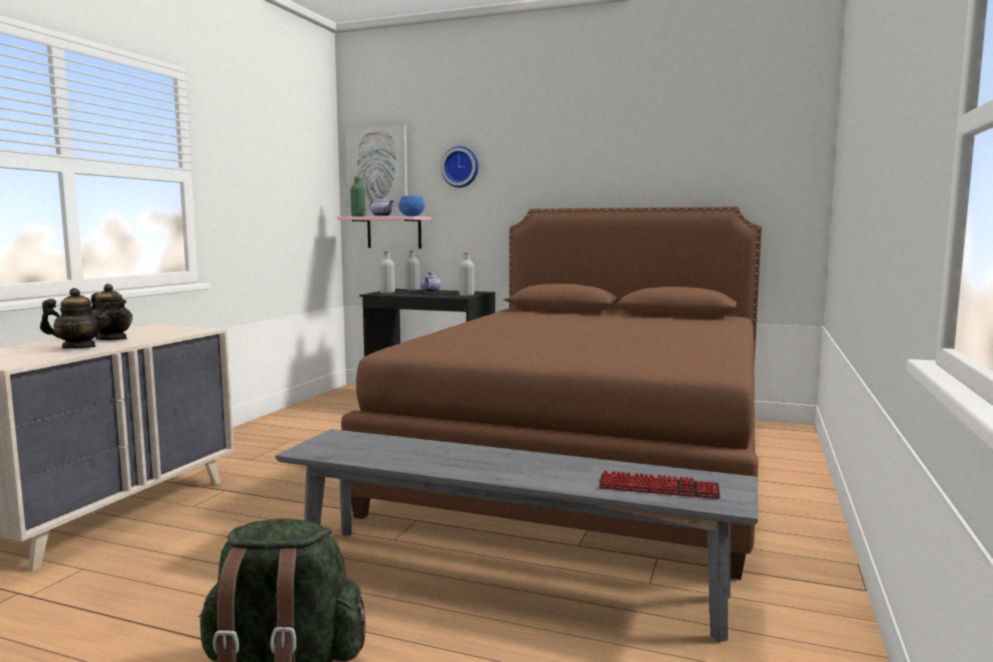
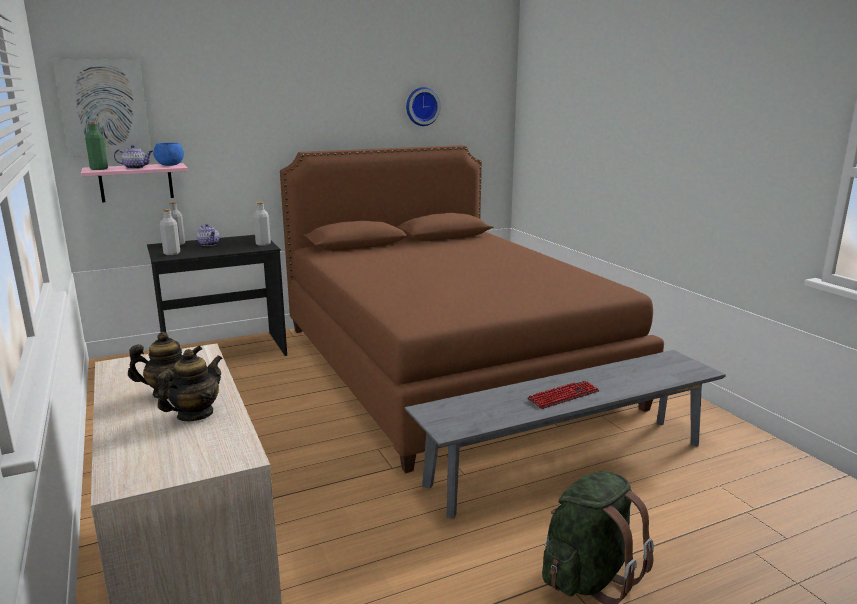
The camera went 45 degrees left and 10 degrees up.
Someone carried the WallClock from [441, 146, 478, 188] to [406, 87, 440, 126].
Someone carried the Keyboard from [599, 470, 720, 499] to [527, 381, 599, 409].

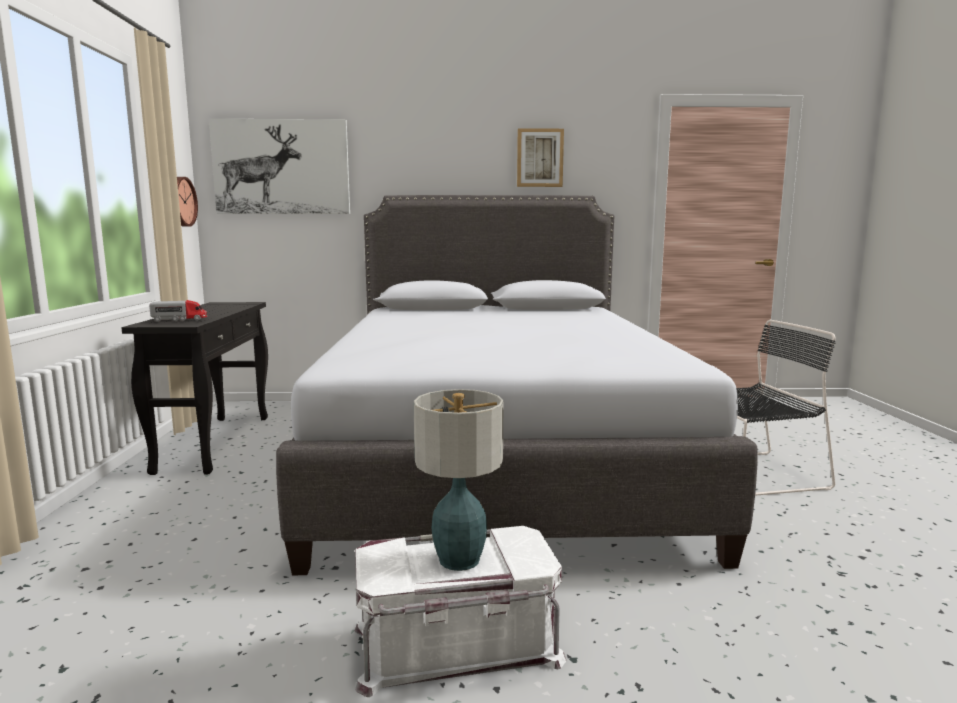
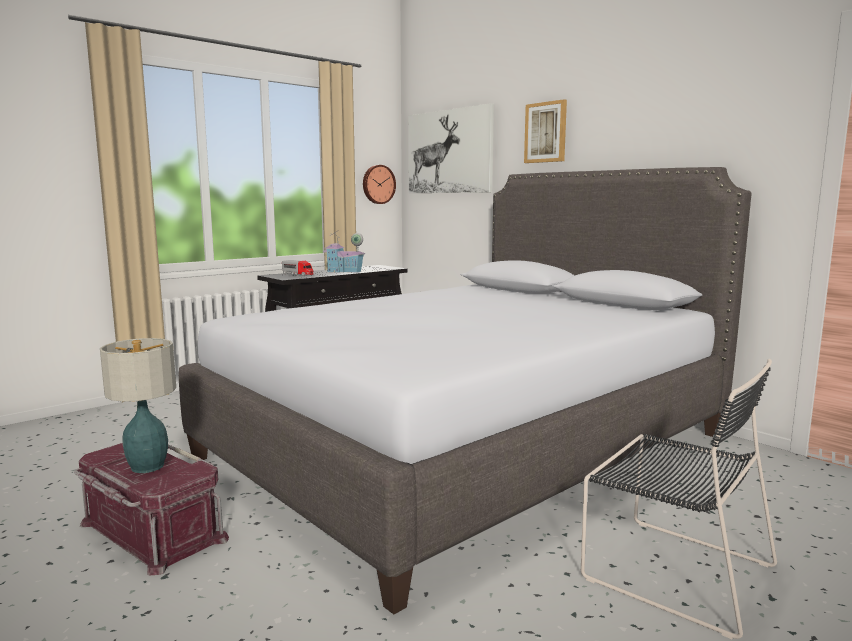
The camera went 50 degrees right and 0 degrees up.
Someone repainted the WhiteStorageBox at [354, 526, 566, 697], which became the RedStorageBox at [74, 443, 229, 575].
Someone carried the Picture from [517, 128, 564, 187] to [524, 99, 567, 163].
Someone put down the ToyHouse at [322, 230, 365, 273].

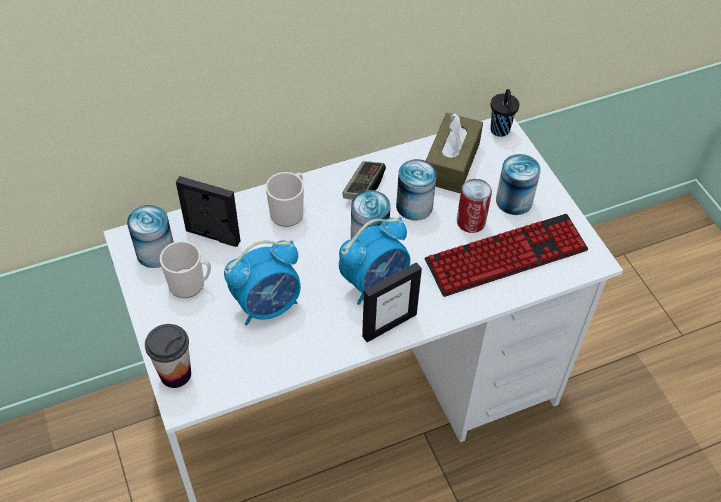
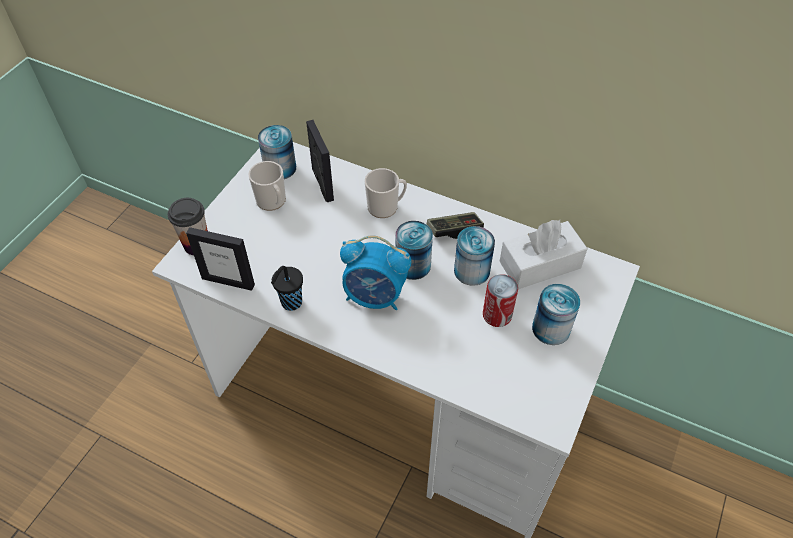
The camera went 50 degrees right and 0 degrees up.
Someone took away the AlarmClock at [224, 240, 301, 326].
Someone carried the PictureFrame from [362, 262, 422, 342] to [186, 227, 255, 291].
Someone took away the Keyboard at [424, 214, 588, 297].
Someone repainted the BrownTissueBox at [426, 113, 483, 193], which became the WhiteTissueBox at [499, 220, 588, 289].
Someone carried the BlackCup from [491, 89, 520, 137] to [271, 266, 303, 311].

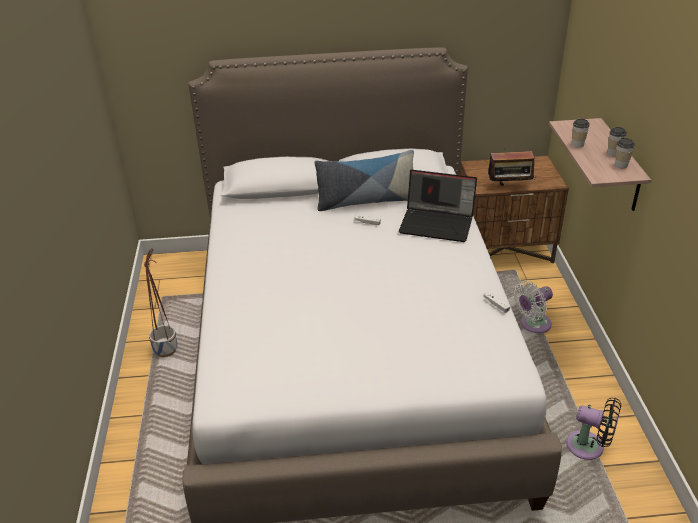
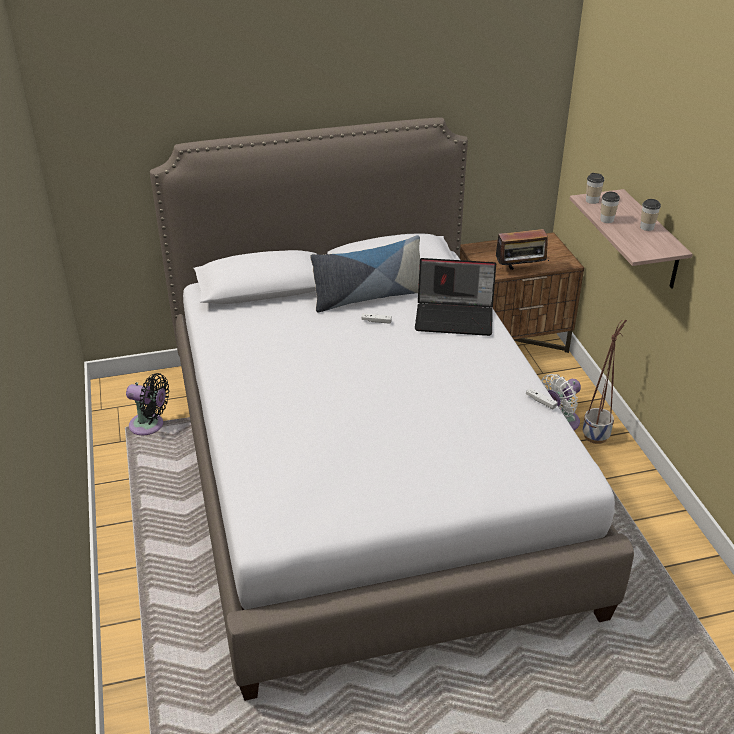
The camera went 10 degrees left and 0 degrees up.
Someone carried the Planter from [144, 248, 178, 357] to [583, 320, 627, 444].
Someone carried the BlackFan from [566, 398, 621, 460] to [126, 373, 169, 435].
Someone carried the Cup from [615, 138, 635, 168] to [586, 173, 604, 204].

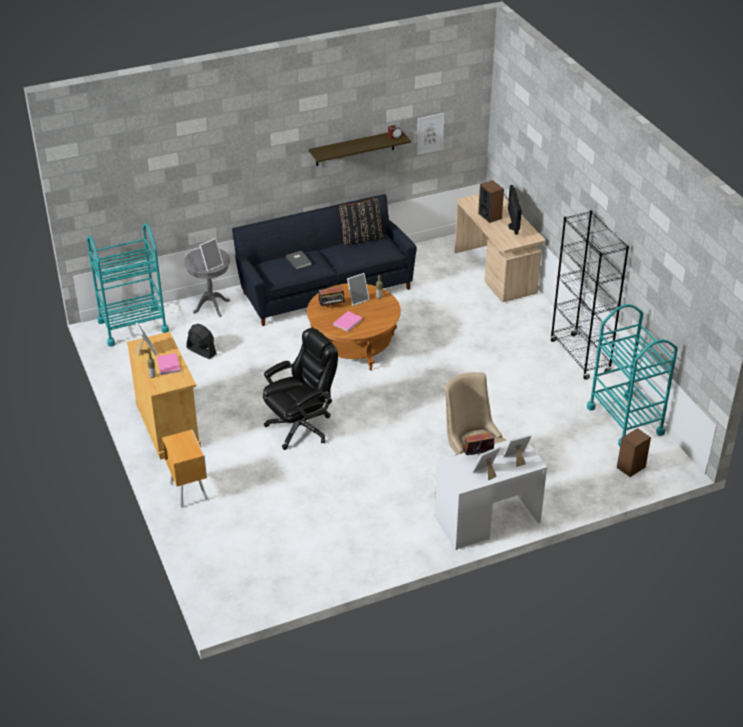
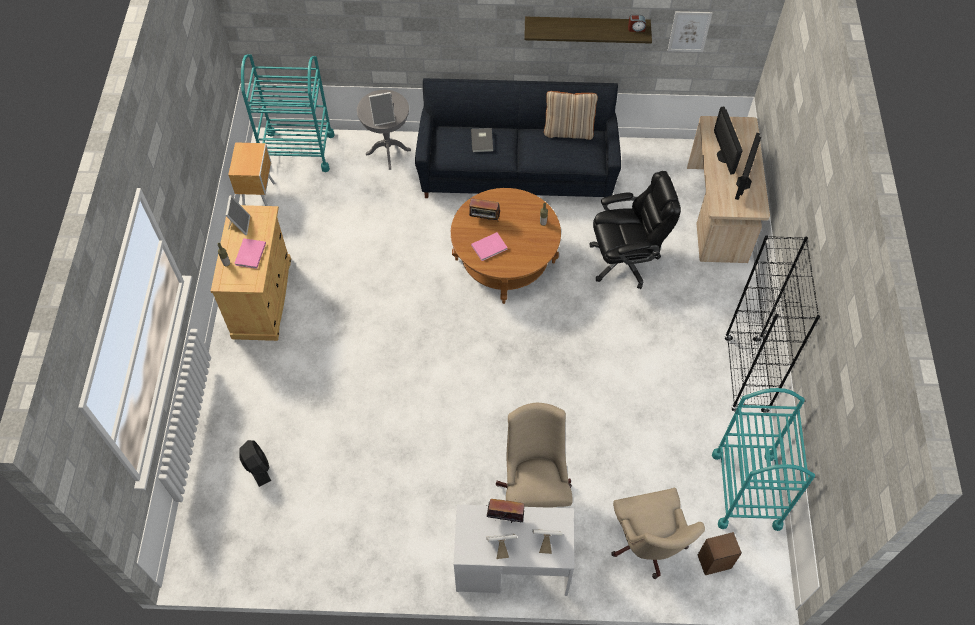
The camera went 25 degrees right and 20 degrees up.
Someone carried the BrownNightstand from [162, 430, 208, 508] to [228, 142, 275, 206].
Someone carried the BlackFan from [186, 324, 217, 359] to [239, 440, 271, 487].
Someone carried the BlackOfficeChair from [263, 328, 338, 450] to [589, 171, 681, 289].
Someone repainted the BlackPillow at [339, 198, 383, 246], which became the BeigePillow at [544, 91, 598, 140].
Someone took away the PictureFrame at [347, 273, 370, 306].
Someone swapped the Speaker at [478, 180, 504, 223] for the Monitor at [714, 107, 743, 175].
Someone put down the BeigeOfficeChair at [611, 488, 705, 579].

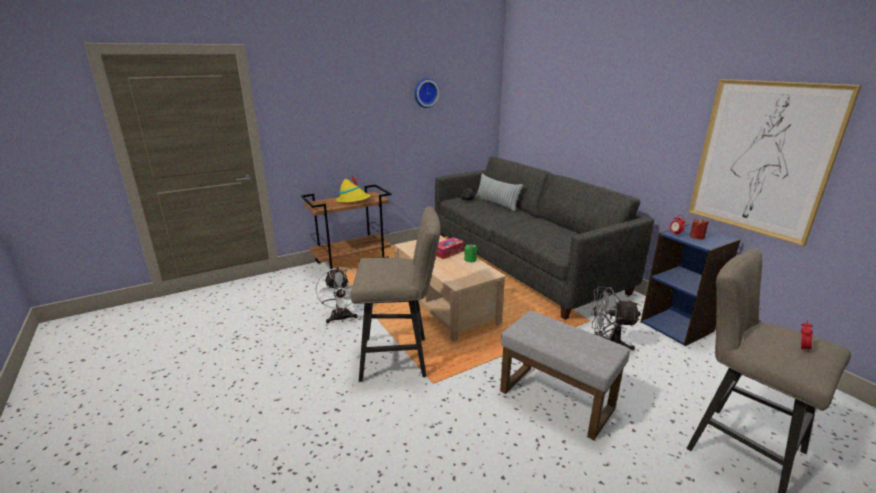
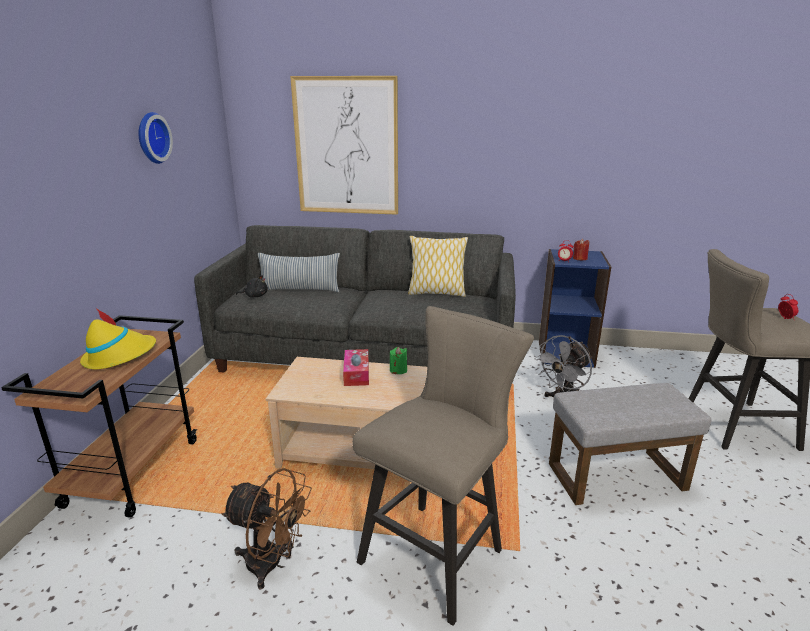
The camera went 50 degrees left and 0 degrees up.
Someone repainted the WhiteFan at [316, 267, 358, 324], which became the BrownFan at [221, 468, 312, 589].
Someone carried the Picture from [688, 79, 862, 246] to [290, 76, 398, 215].
Someone put down the Pillow at [408, 236, 468, 297].

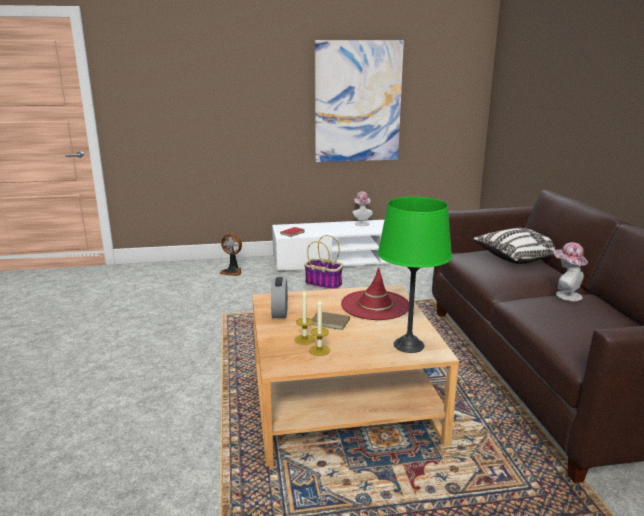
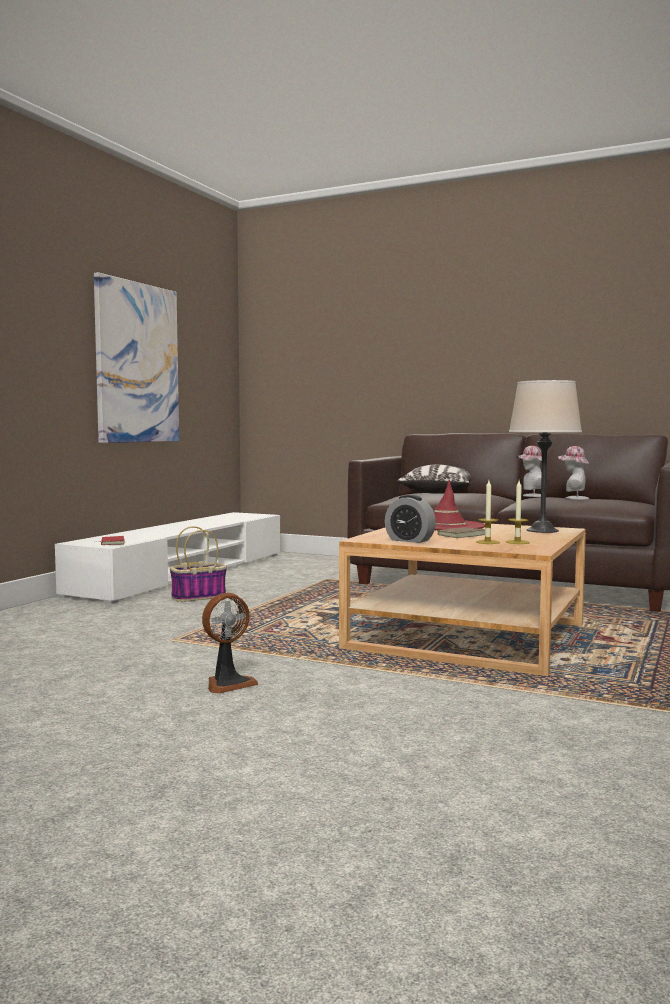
The camera went 55 degrees left and 15 degrees down.
Someone carried the Fan from [220, 233, 242, 276] to [202, 593, 258, 694].
Someone carried the Hat from [352, 192, 373, 226] to [558, 446, 589, 500].
Someone repainted the GreenTableLamp at [378, 197, 452, 353], which became the BeigeTableLamp at [509, 380, 582, 533].

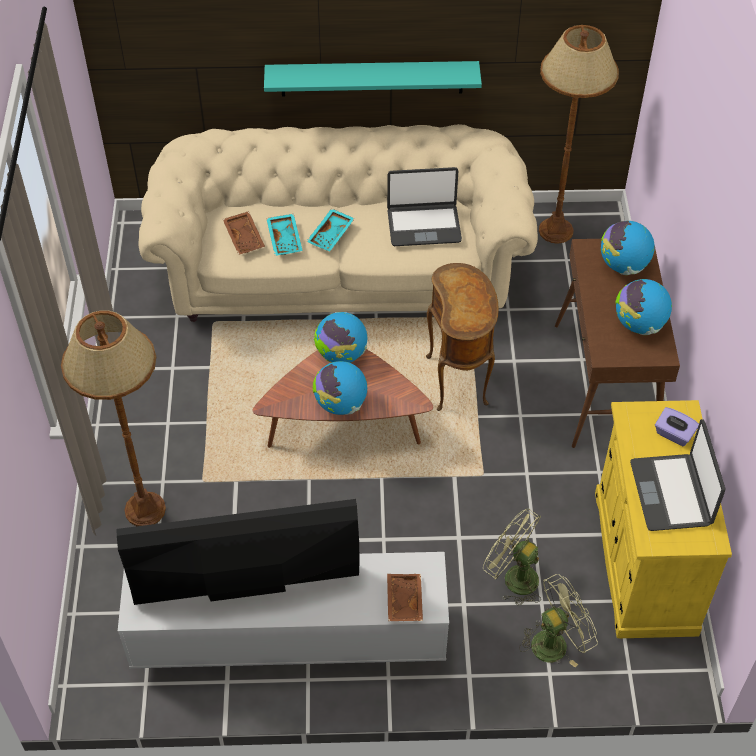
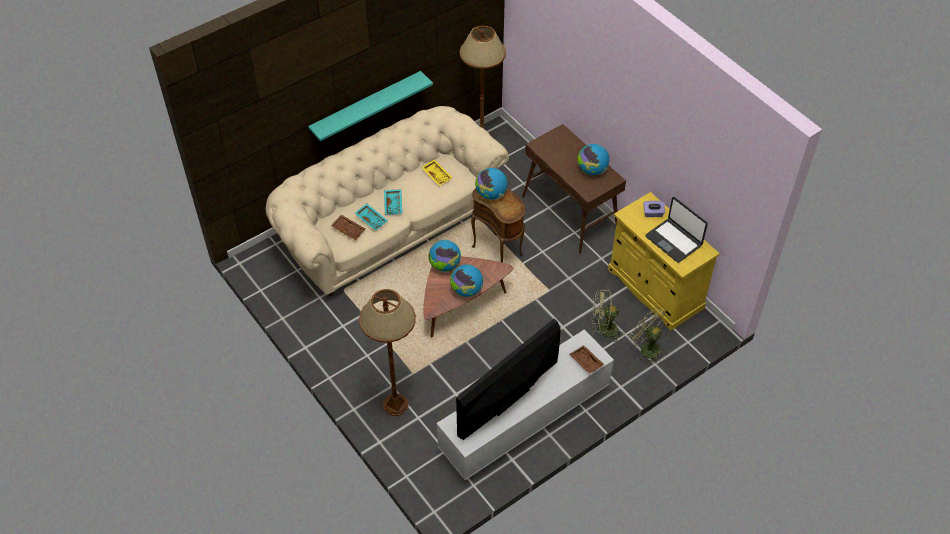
The camera went 35 degrees left and 0 degrees up.
Someone swapped the Laptop at [387, 167, 462, 246] for the YellowTray at [422, 159, 453, 186].
Someone rotated the GreenFan at [519, 574, 598, 668] by 75 degrees counterclockwise.
Someone carried the Globe from [601, 221, 655, 275] to [475, 168, 508, 200].

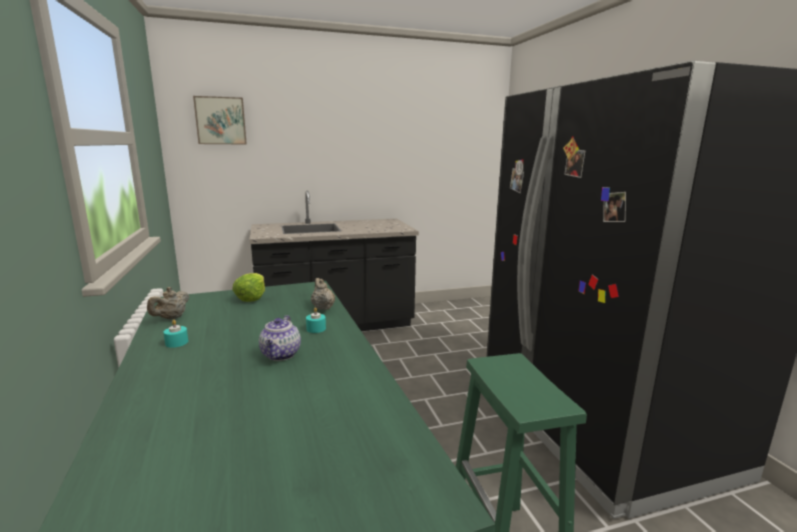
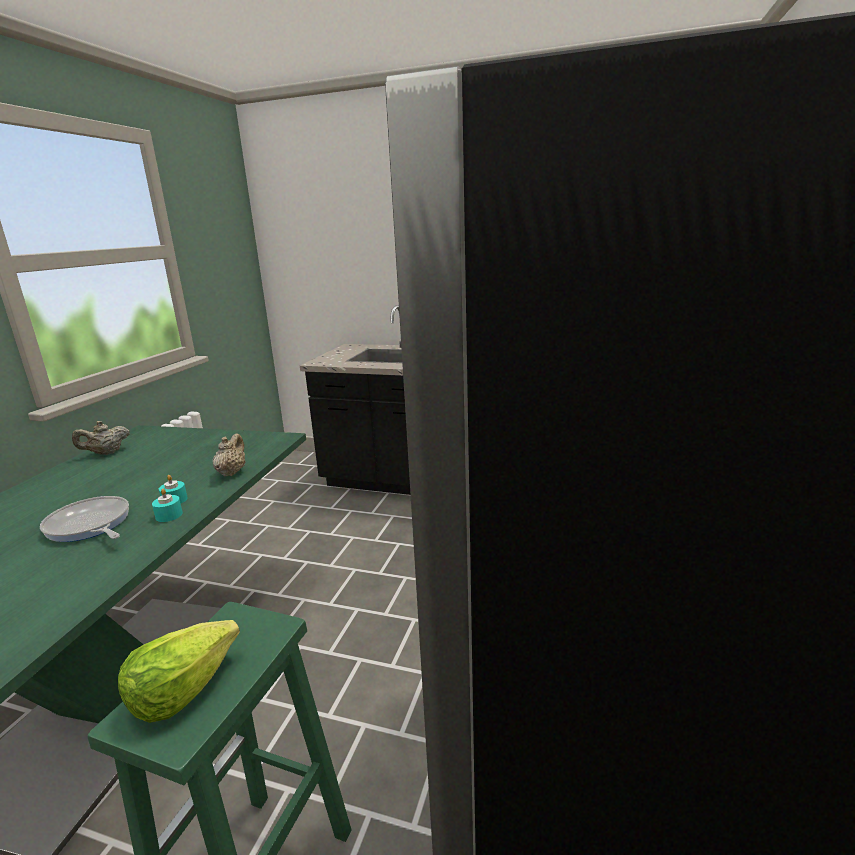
The camera went 35 degrees right and 5 degrees up.
Someone carried the TurquoiseCandle from [164, 320, 188, 348] to [152, 489, 183, 522].
Someone took away the Picture at [193, 96, 247, 145].
Someone carried the Lettuce from [232, 273, 265, 302] to [118, 620, 240, 723].
Someone swapped the Teapot at [259, 315, 301, 361] for the FryingPan at [40, 496, 129, 542].

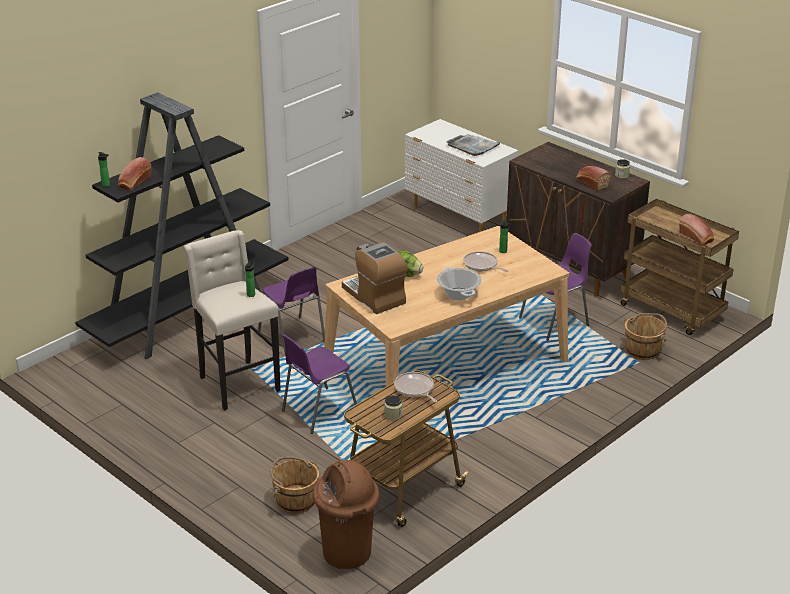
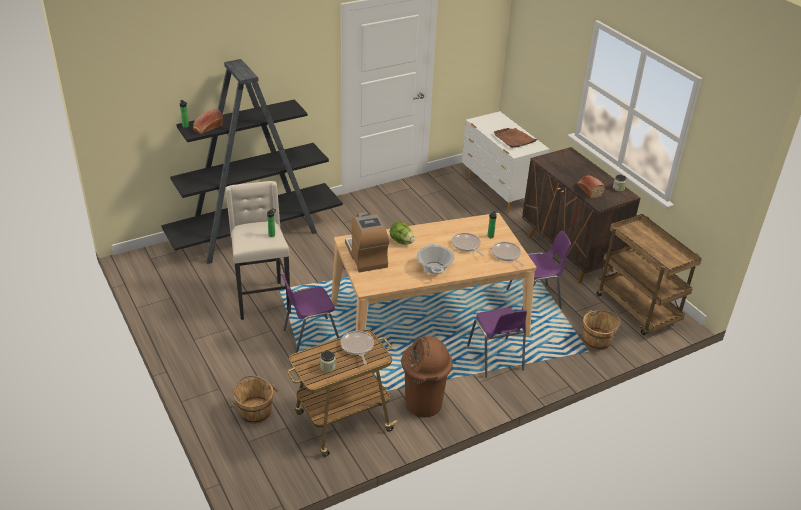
The camera went 15 degrees right and 5 degrees up.
Someone carried the PurpleChair from [258, 267, 325, 356] to [467, 308, 527, 378].
Someone carried the BrownTrashCan from [313, 460, 379, 569] to [401, 336, 452, 417].
Someone repainted the GreyTray at [446, 134, 501, 156], which became the BrownTray at [494, 128, 538, 148].
Someone took away the Bread at [679, 214, 714, 245].
Someone put down the FryingPan at [492, 242, 524, 266].

